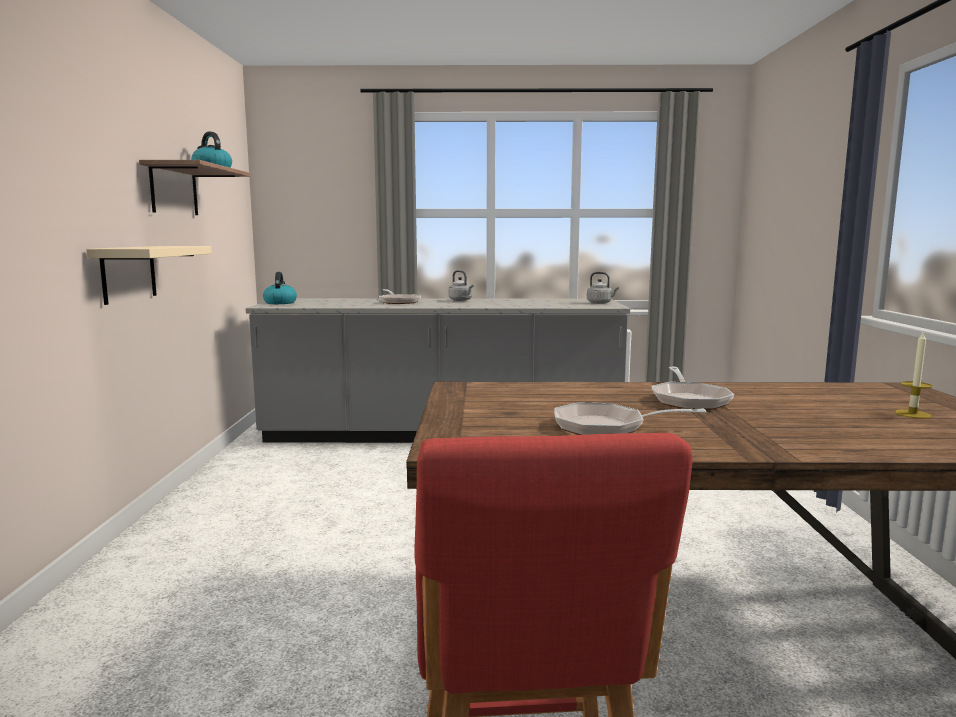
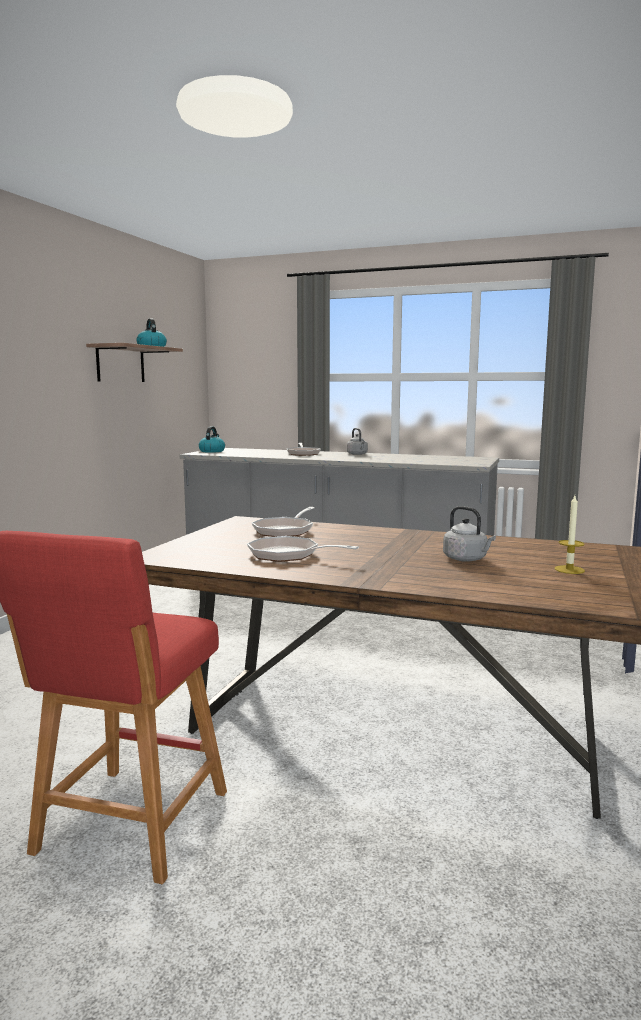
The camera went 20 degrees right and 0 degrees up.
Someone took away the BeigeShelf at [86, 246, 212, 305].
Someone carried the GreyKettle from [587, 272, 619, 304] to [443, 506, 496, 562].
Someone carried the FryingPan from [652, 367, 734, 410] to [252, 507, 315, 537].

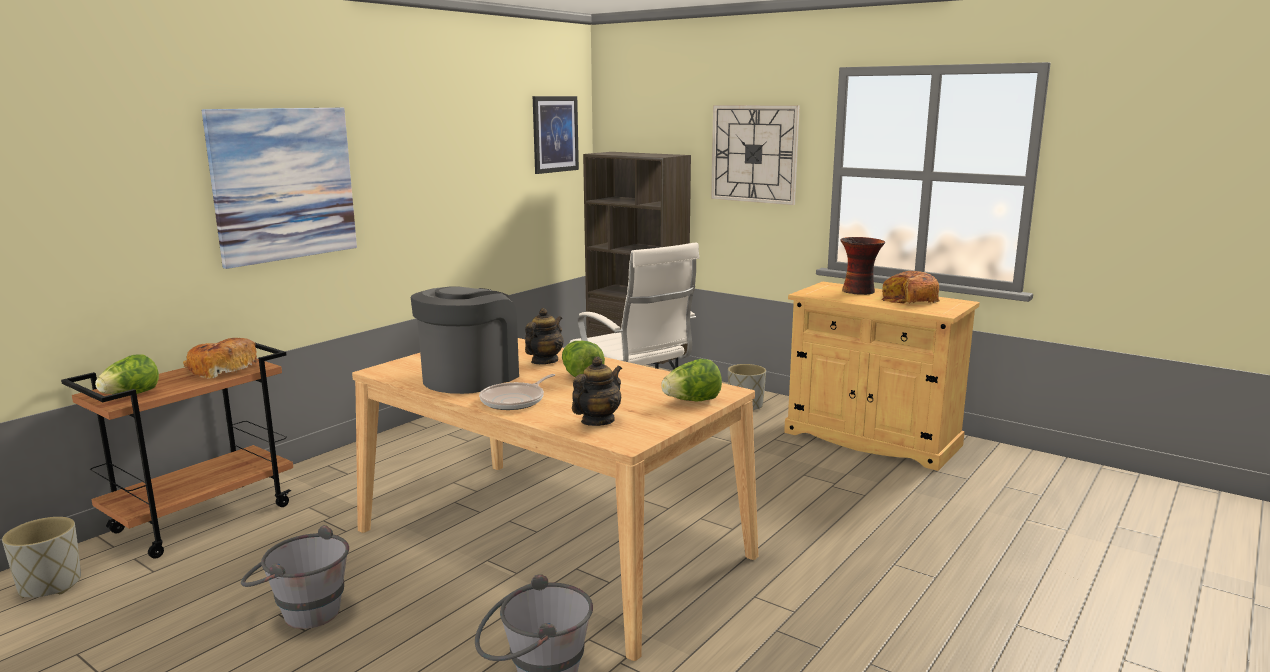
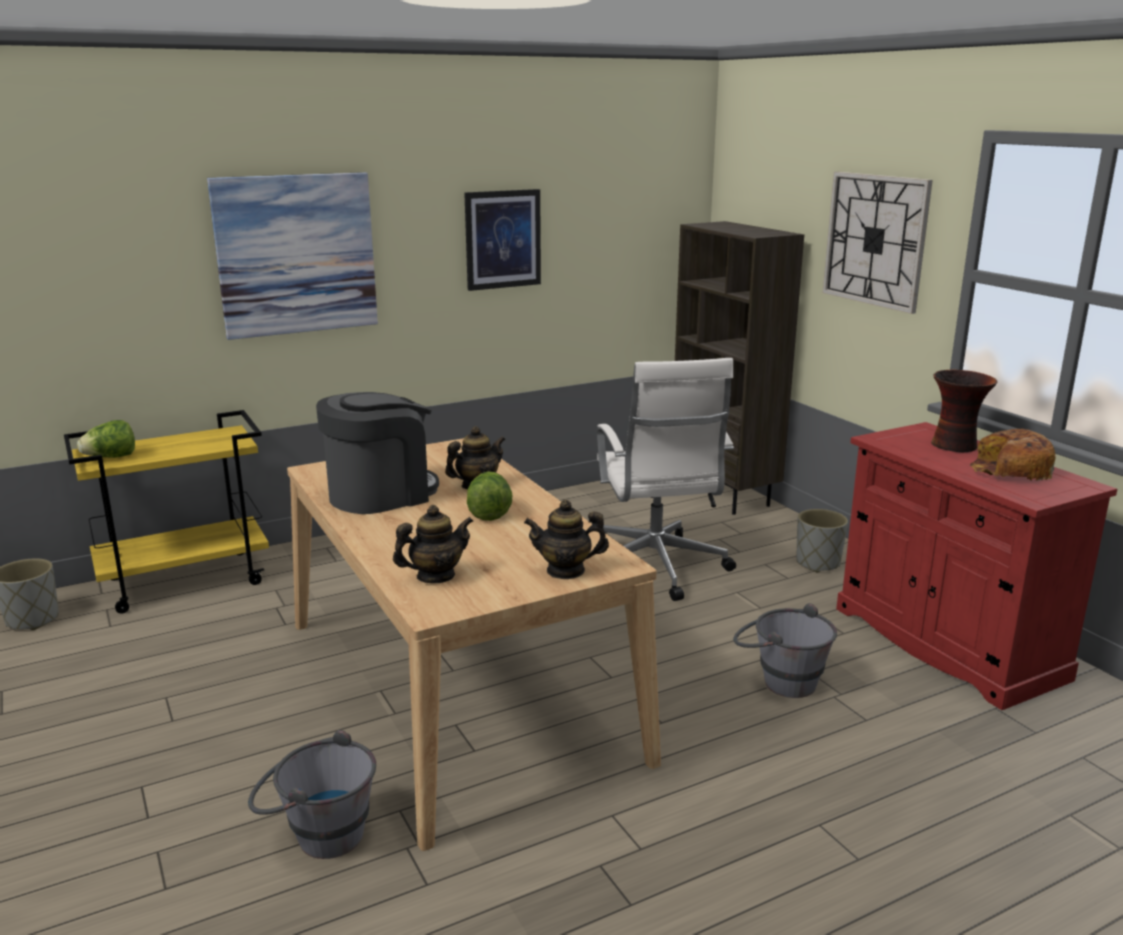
The camera went 25 degrees right and 5 degrees up.
Someone repainted the BrownCart at [61, 342, 293, 559], which became the YellowCart at [64, 410, 269, 614].
Someone took away the Bread at [183, 338, 257, 379].
Someone carried the GreyBucket from [241, 525, 349, 629] to [733, 603, 837, 698].
Someone took away the FryingPan at [479, 374, 555, 410].
Someone carried the Picture from [533, 96, 579, 174] to [464, 189, 541, 291].
Someone swapped the Lettuce at [661, 359, 722, 402] for the Teapot at [524, 500, 609, 579].
Someone repainted the BeigeCabinet at [784, 281, 980, 471], which became the RedCabinet at [836, 422, 1117, 710].

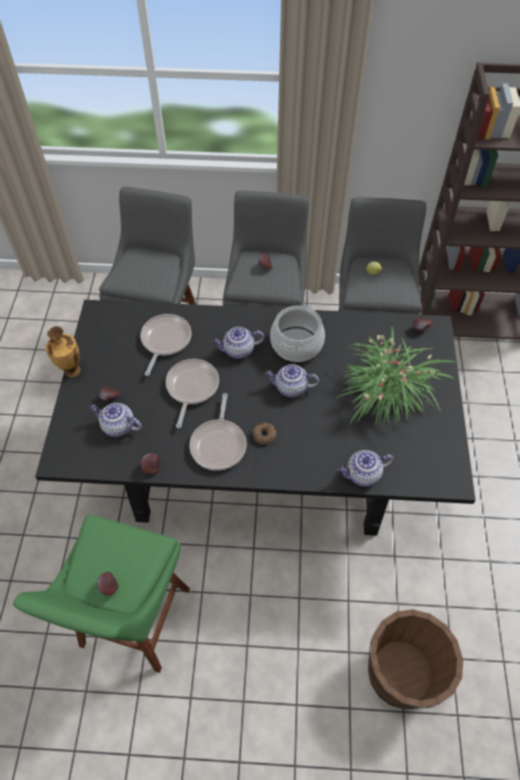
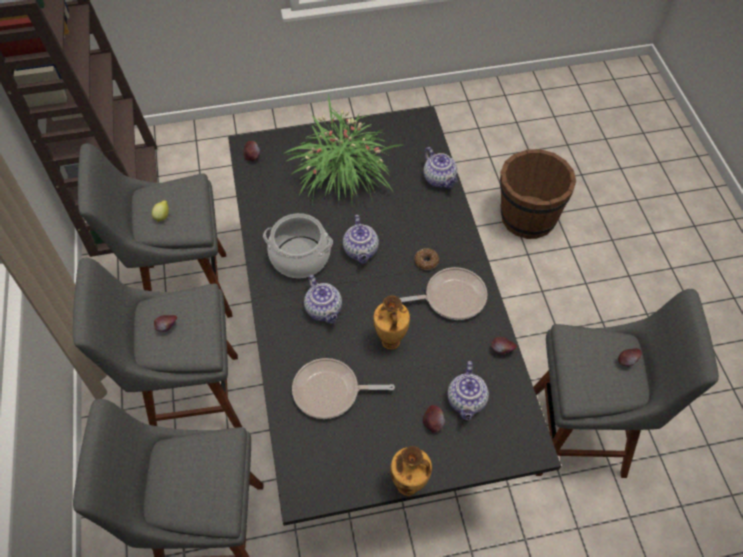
The camera went 105 degrees left and 0 degrees up.
Someone repainted the GreenStool at [13, 515, 190, 673], which became the GreyStool at [533, 289, 719, 478].
Someone swapped the FryingPan at [166, 359, 219, 428] for the Vase at [373, 295, 410, 350].

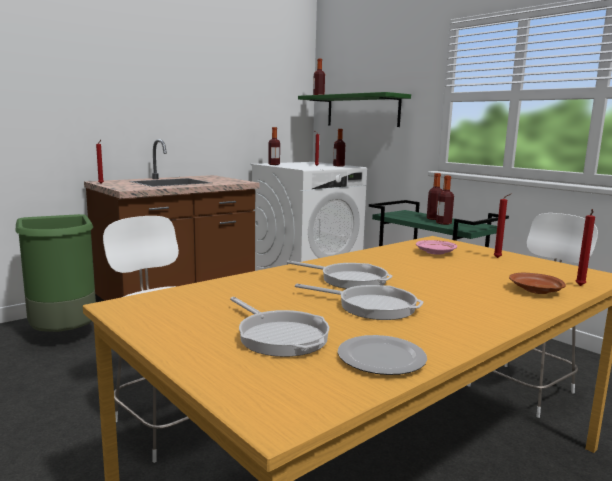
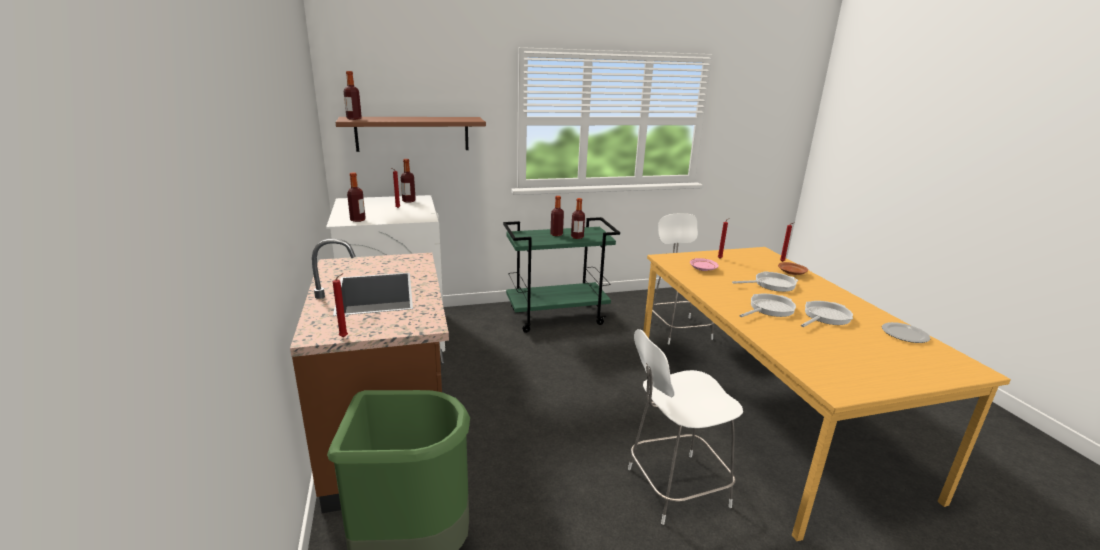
The camera went 65 degrees left and 10 degrees up.
Someone carried the FryingPan from [230, 297, 329, 357] to [732, 271, 798, 292].
Someone repainted the GreenShelf at [298, 92, 411, 127], which became the BrownShelf at [335, 117, 486, 152].

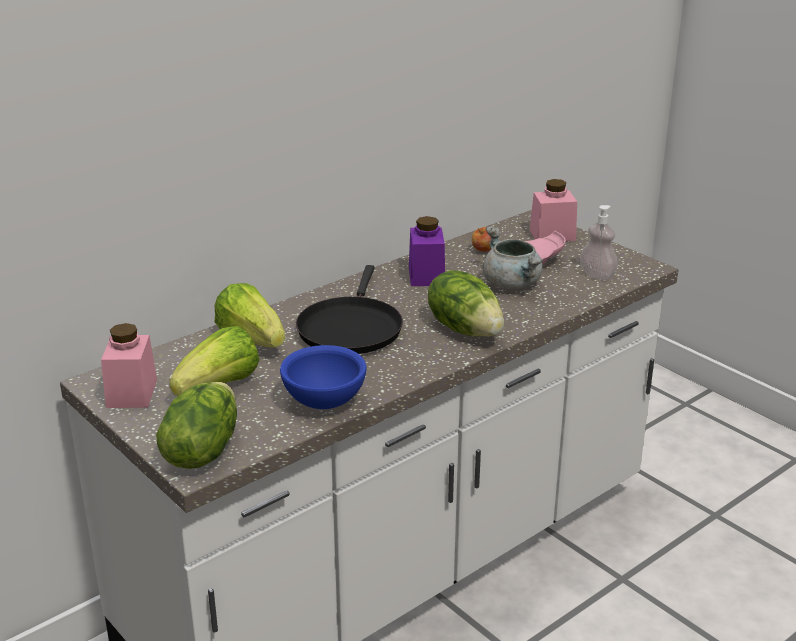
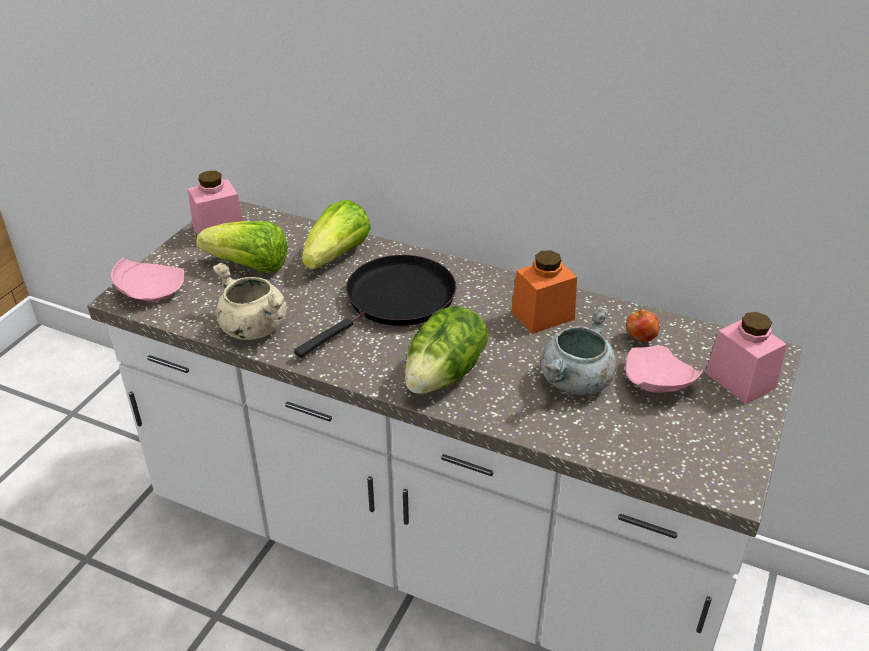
The camera went 65 degrees right and 10 degrees up.
Someone swapped the Lettuce at [156, 382, 237, 469] for the PinkPlate at [111, 257, 185, 302].
Someone swapped the BlueBowl at [280, 345, 367, 409] for the BeigeCookingPot at [213, 263, 287, 340].
Someone rotated the BlackFryingPan at [296, 265, 403, 354] by 150 degrees clockwise.
Someone repainted the PurpleJar at [409, 216, 445, 286], which became the OrangeJar at [511, 250, 577, 334].
Someone took away the SoapDispenser at [580, 205, 618, 280].

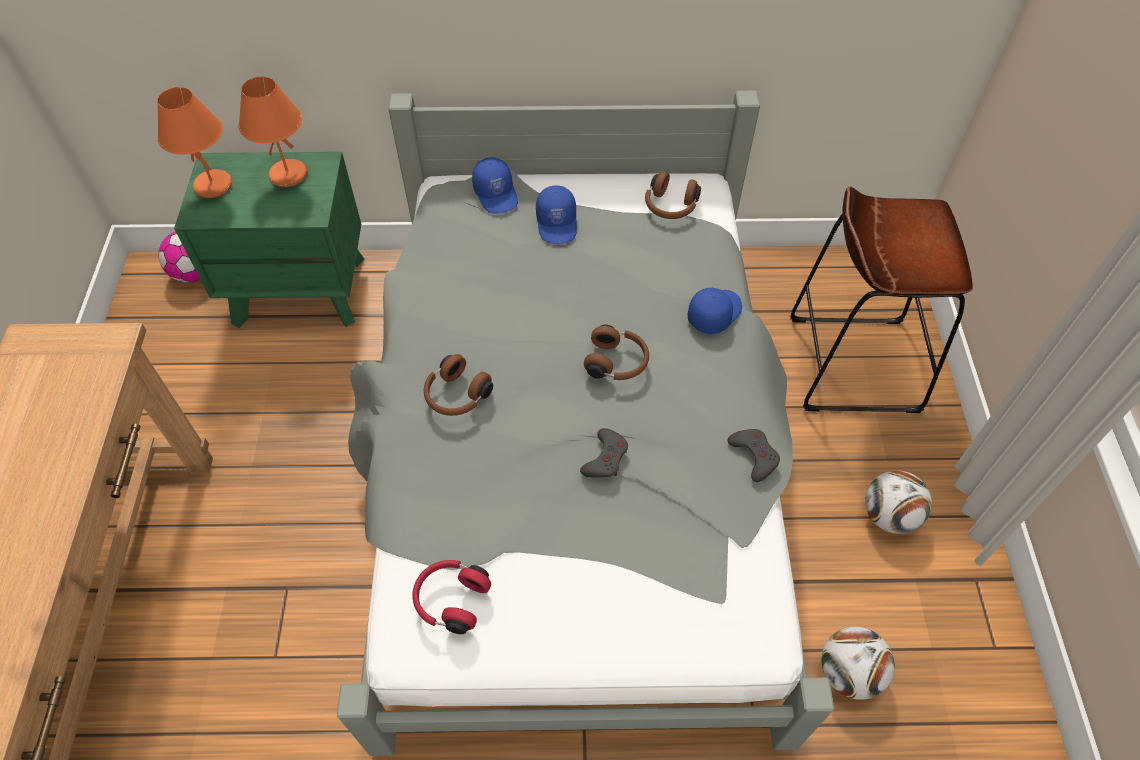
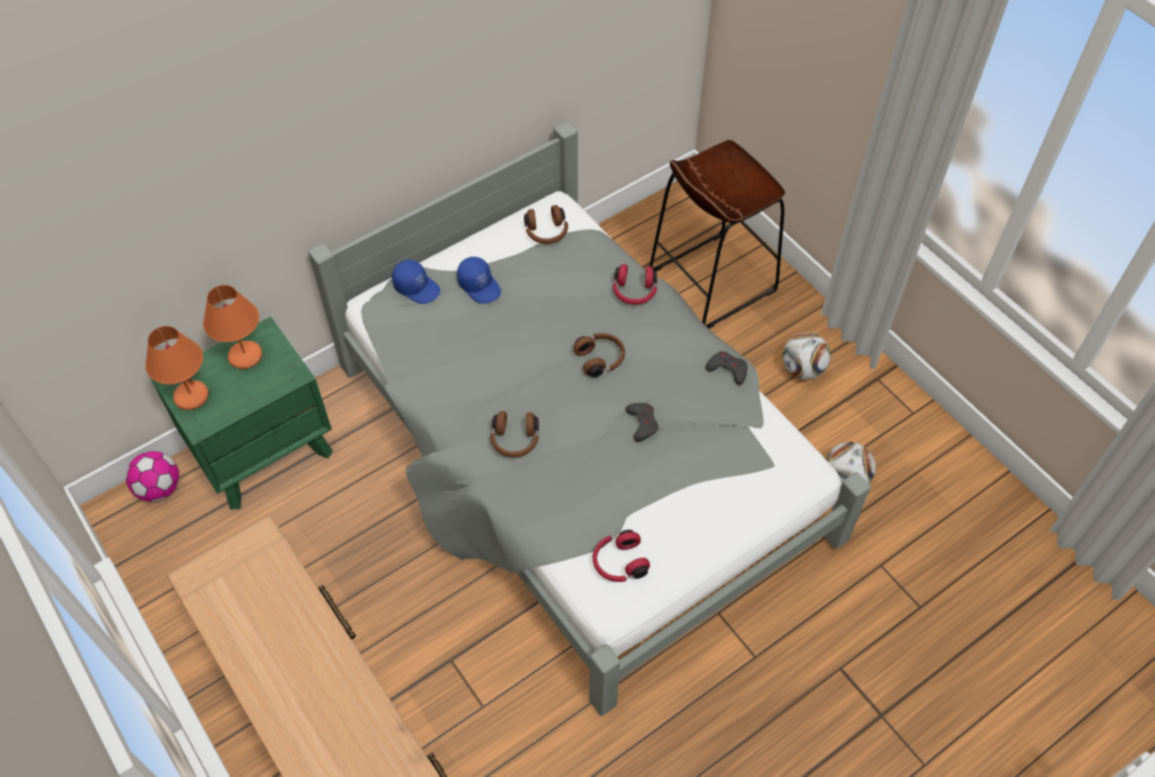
The camera went 35 degrees left and 0 degrees up.
Someone swapped the BlueCap at [688, 287, 742, 334] for the RedHeadphones at [613, 264, 657, 305].

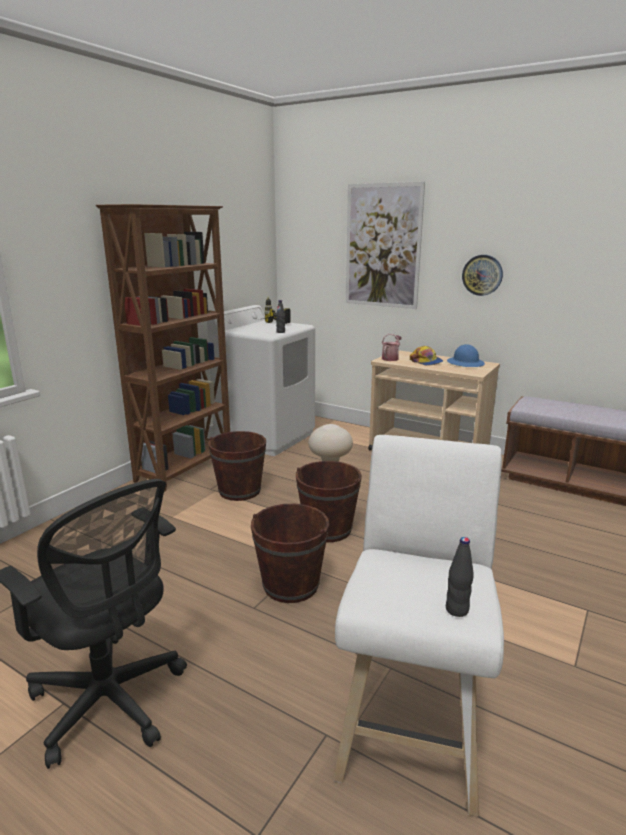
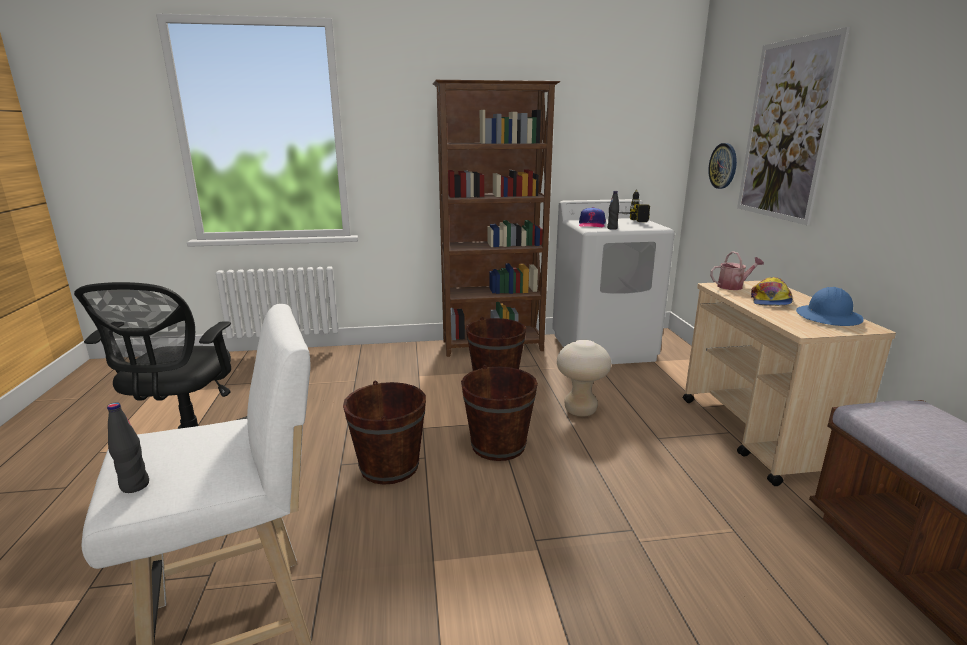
The camera went 50 degrees right and 0 degrees up.
Someone carried the WallClock from [462, 255, 503, 296] to [708, 143, 737, 189].
Someone put down the Cap at [579, 207, 606, 227].

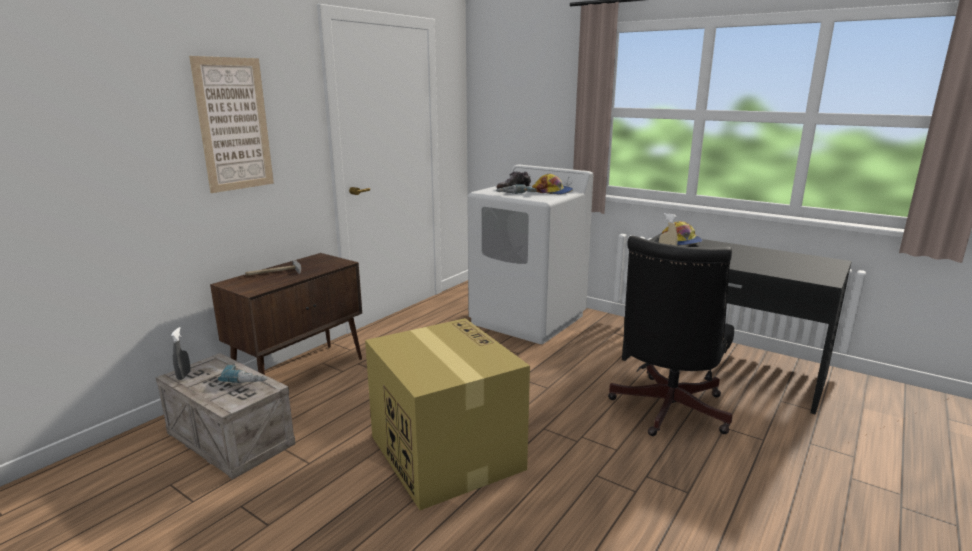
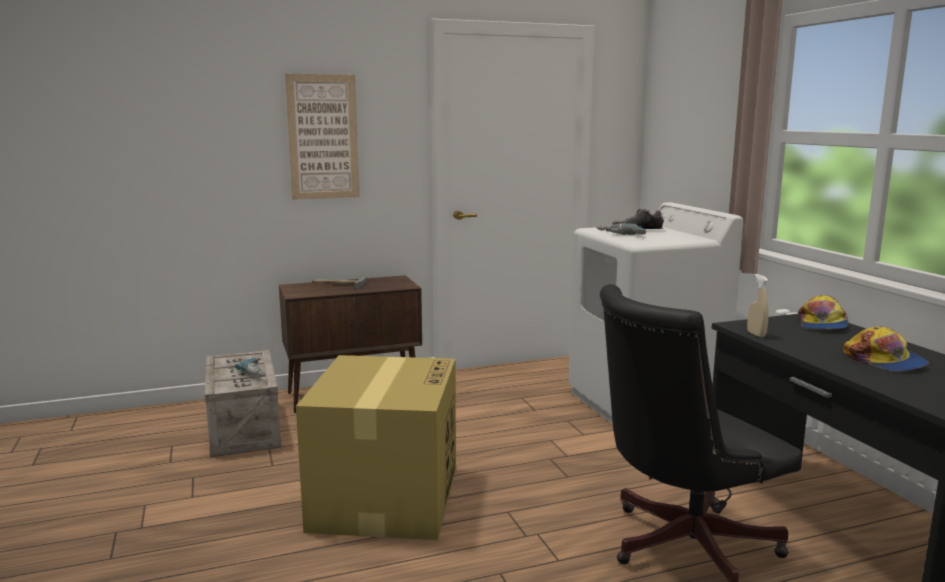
The camera went 35 degrees right and 5 degrees down.
Someone took away the GreySprayBottle at [171, 327, 191, 380].
Someone carried the Cap from [532, 174, 573, 195] to [843, 326, 929, 372].

